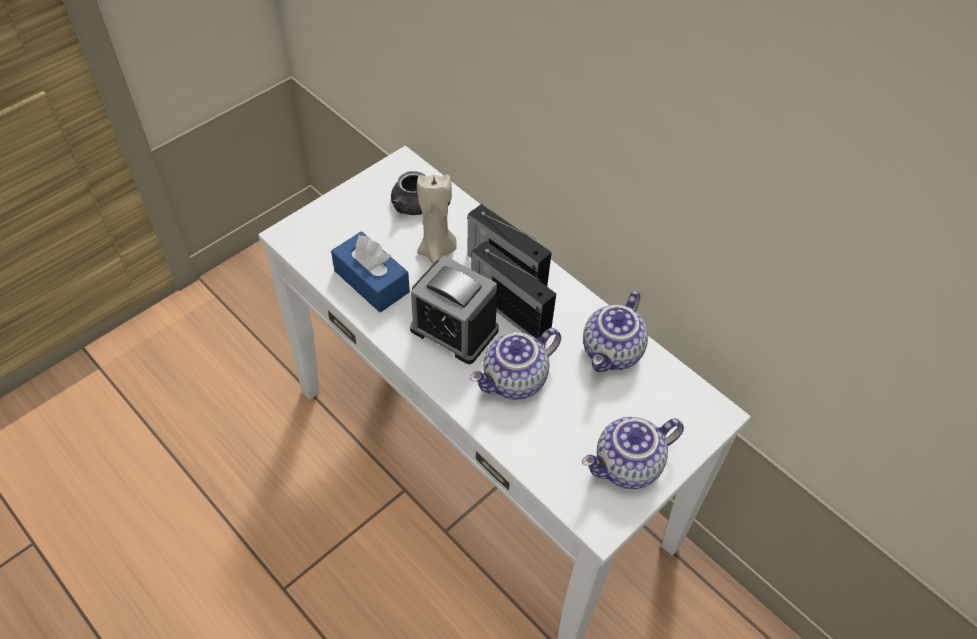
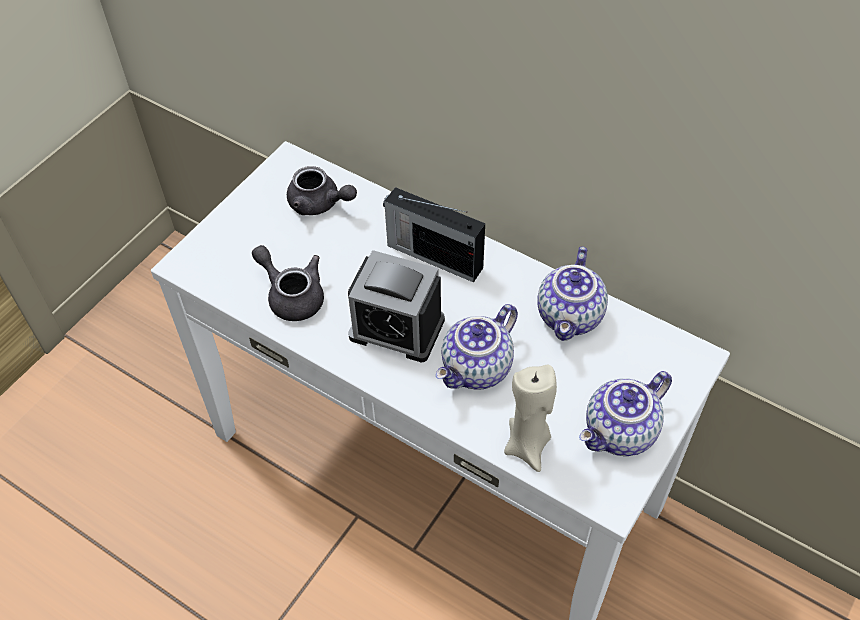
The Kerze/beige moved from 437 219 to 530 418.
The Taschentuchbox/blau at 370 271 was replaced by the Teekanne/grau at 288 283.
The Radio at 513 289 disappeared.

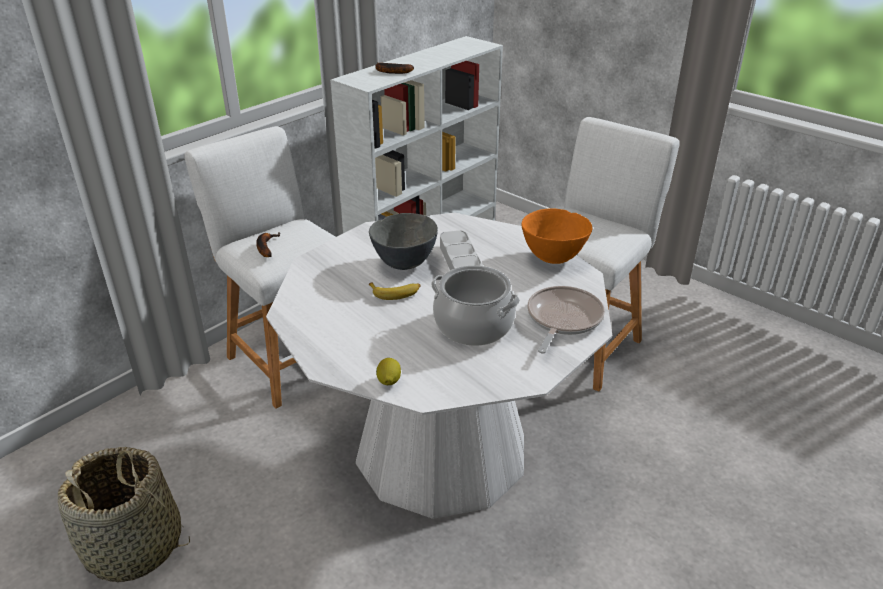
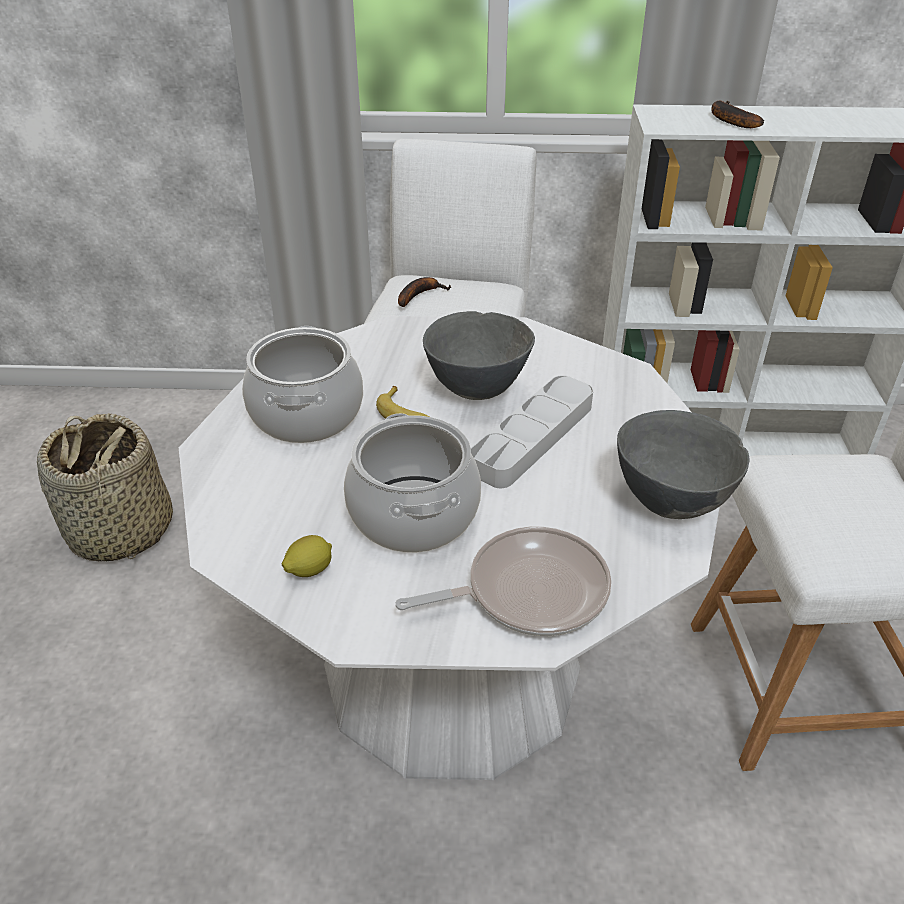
The Schüssel/orange at 557 236 became the Schüssel/grau at 683 464.
The Zitrone moved from 388 371 to 307 556.
The Kochtopf at 302 384 appeared.

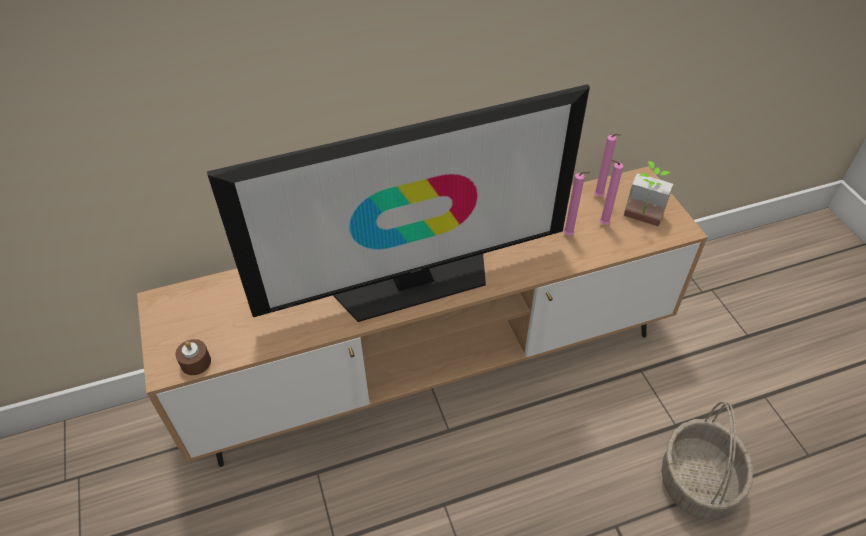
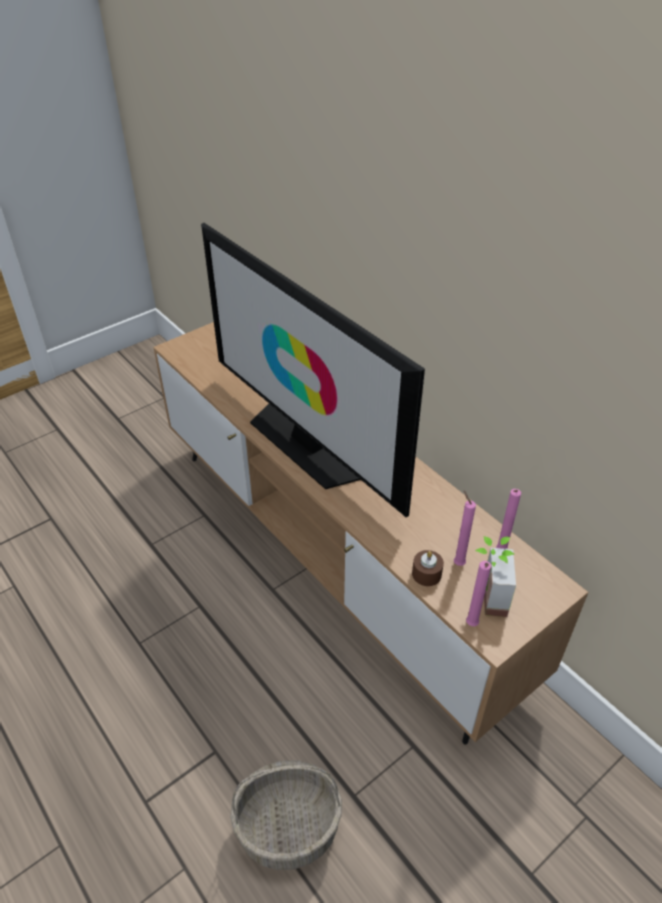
The Kerze/rosa moved from 577 203 to 478 593.
The Kerze/braun moved from 193 357 to 428 568.

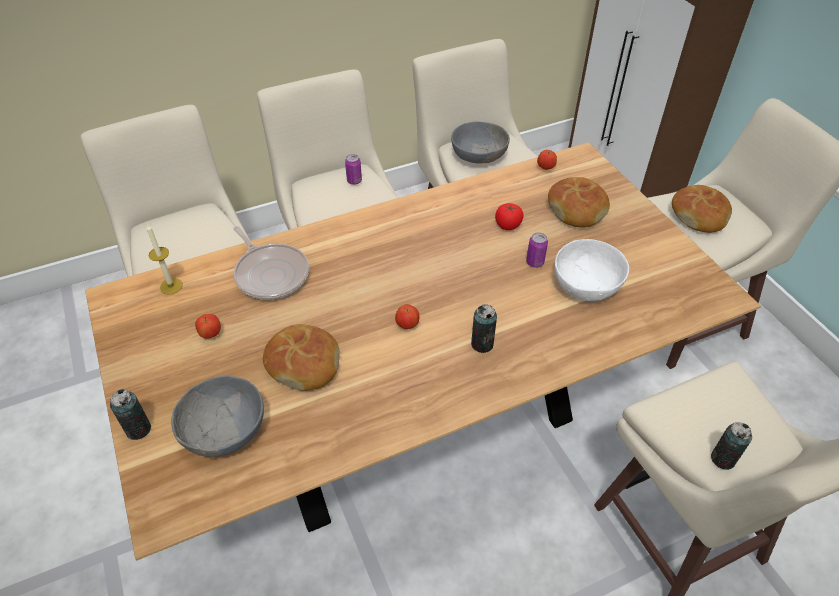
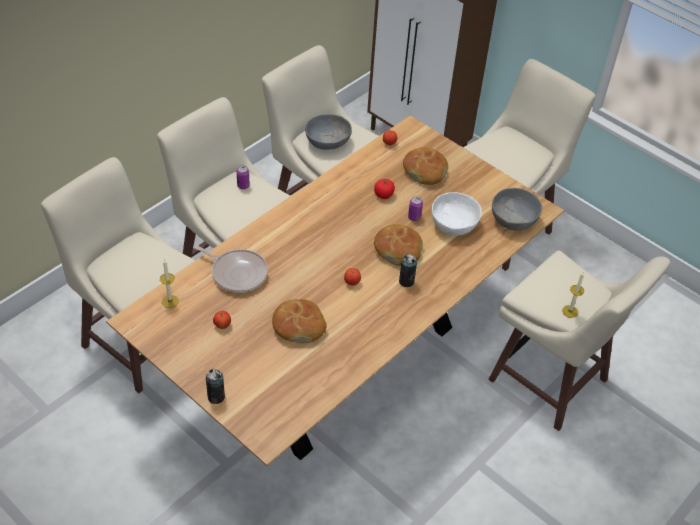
The Brot moved from 702 209 to 398 245.
The Schüssel/grau moved from 217 416 to 517 209.
The Dose at 731 446 was replaced by the Kerze at 573 294.

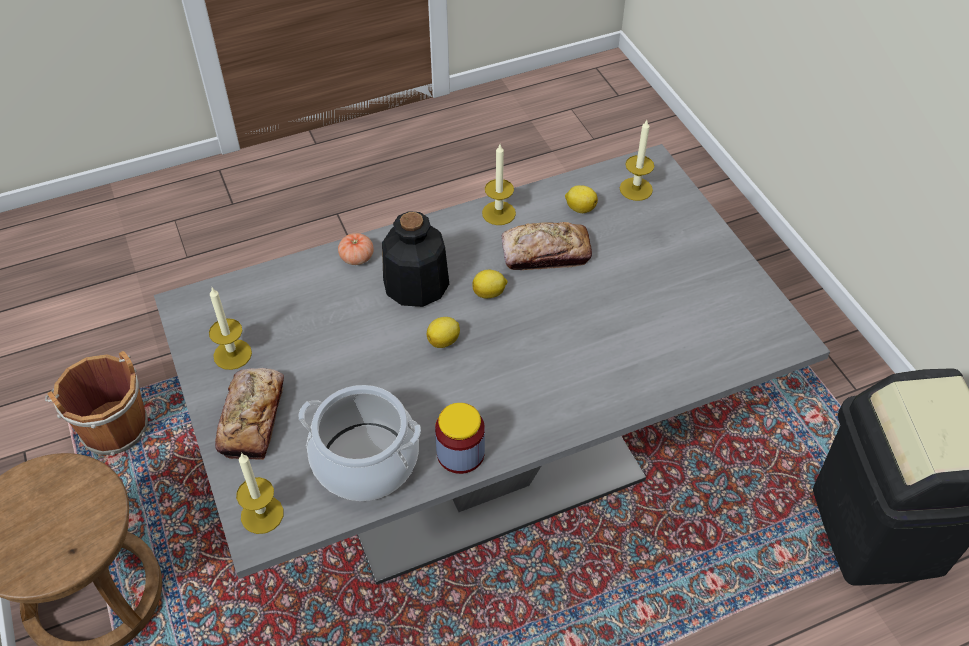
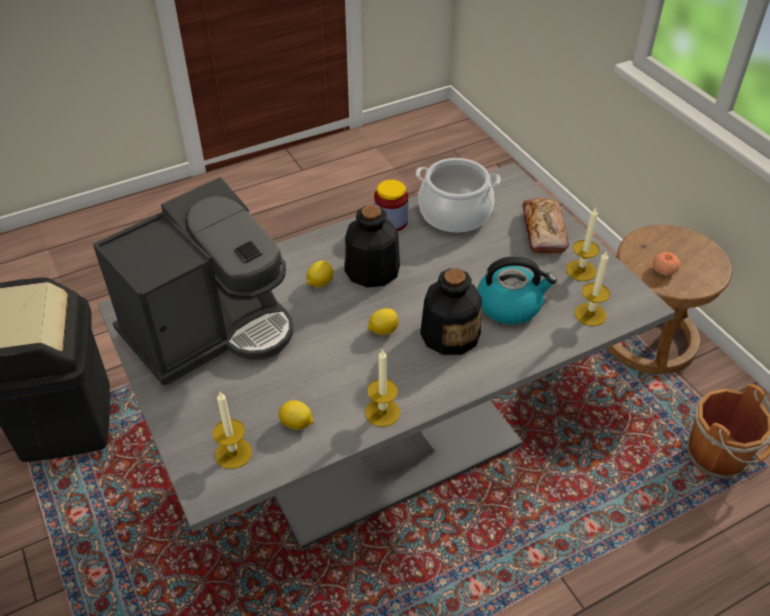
The Brot at 546 246 disappeared.
The Tomate moved from 356 249 to 666 263.
The Zitrone moved from 443 332 to 319 274.
The Kerze moved from 260 493 to 592 288.
The Kaffeemaschine at 193 281 appeared.
The Flasche at 372 246 appeared.
The Wasserkessel at 517 290 appeared.

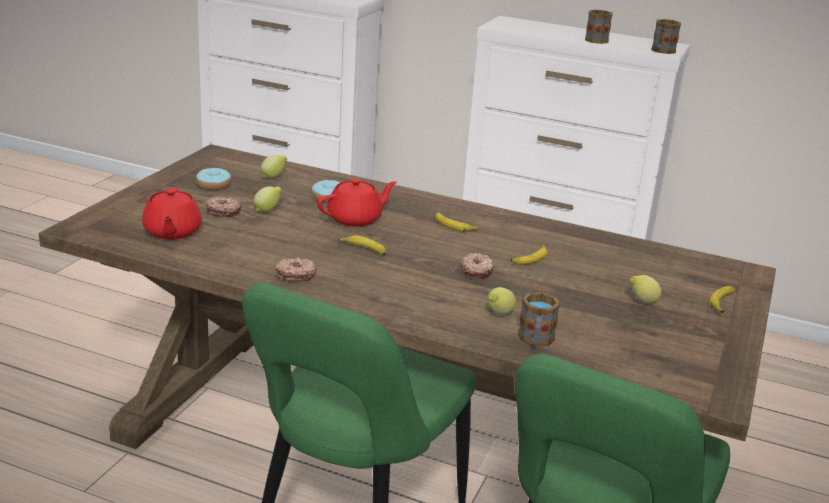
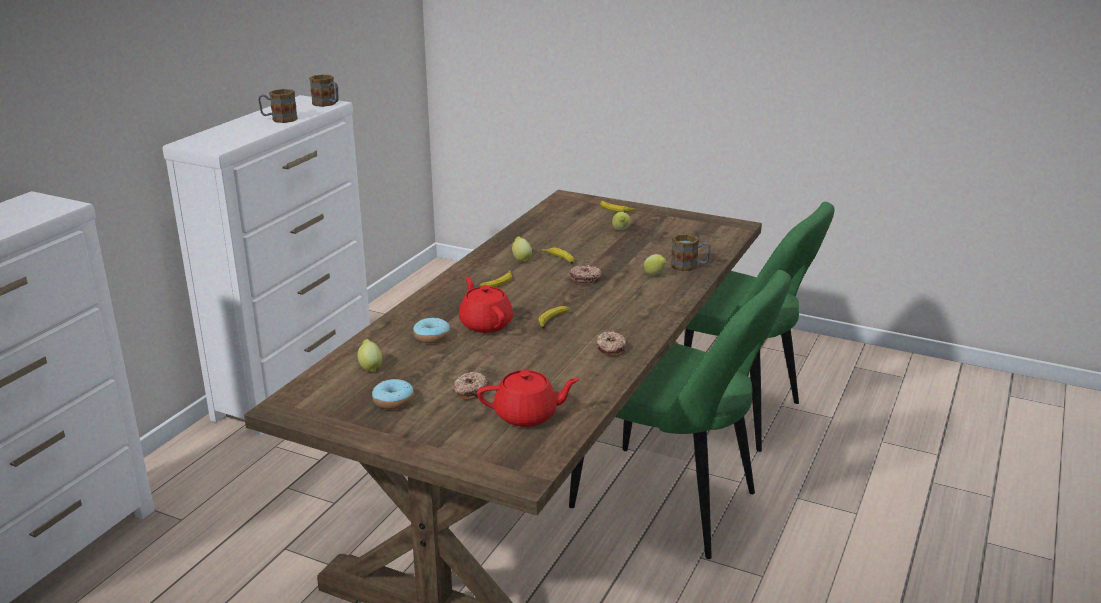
The Zitrone moved from 268 199 to 522 249.

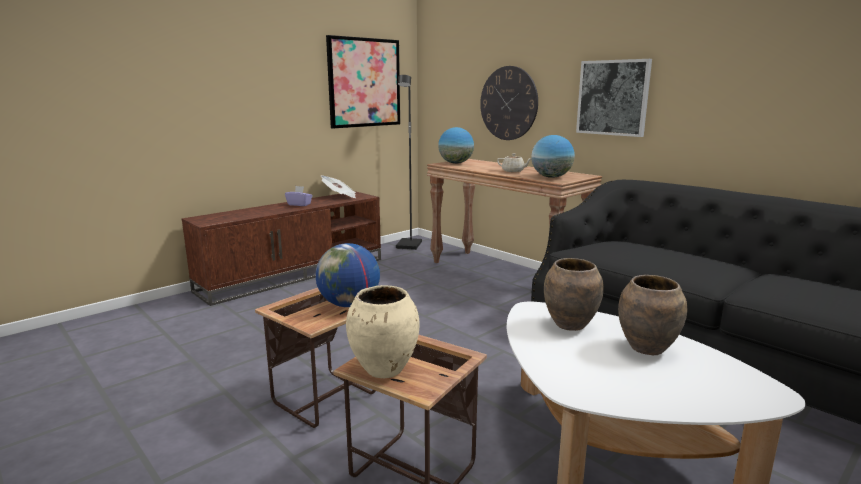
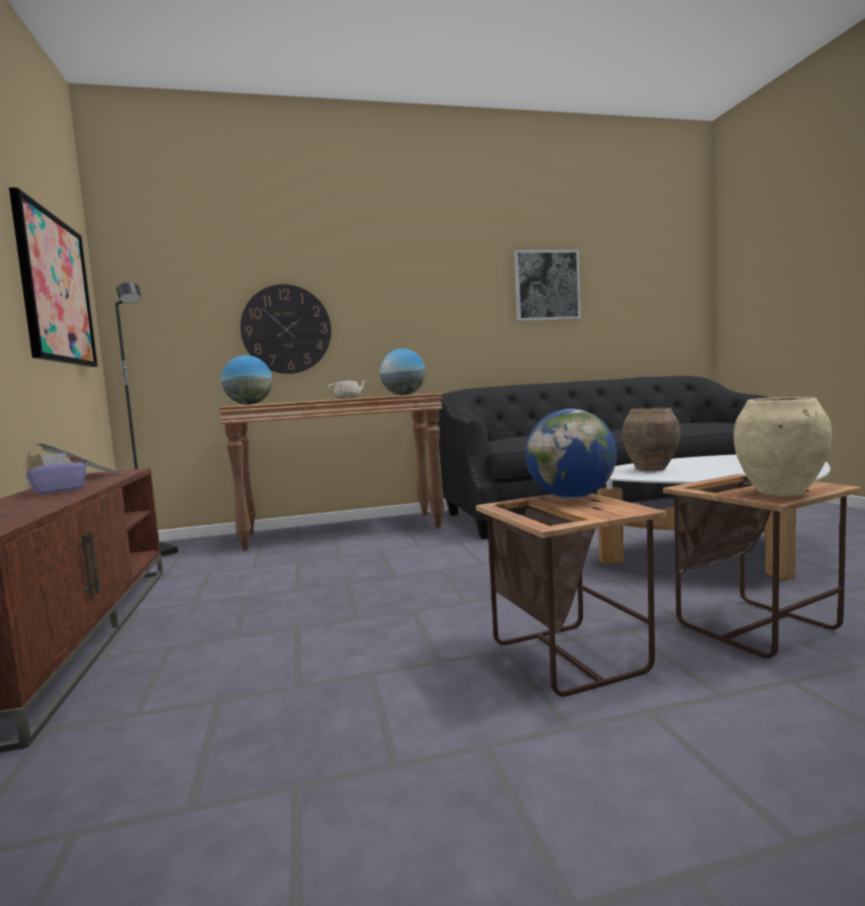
The Bild moved from 614 98 to 547 285.
The Vase/braun at 652 315 disappeared.

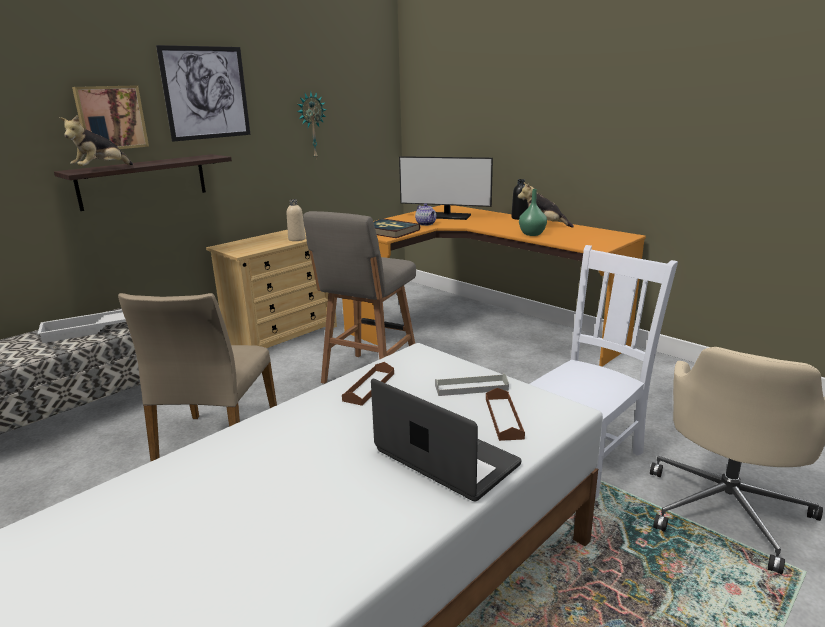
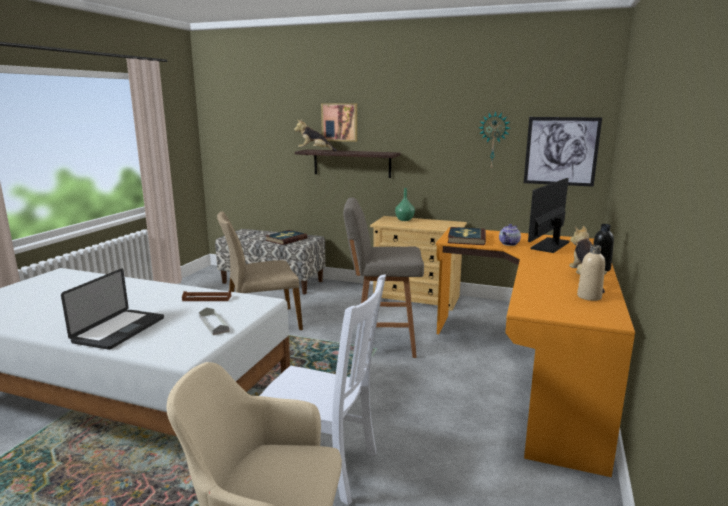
The Bild moved from 203 93 to 563 152.
The Monitor at 446 188 turned 45 degrees clockwise.
The Vase/grün moved from 533 212 to 405 204.
The Flasche/beige moved from 296 220 to 591 273.
The Tablett/weiß at 81 326 was replaced by the Buch at 286 237.
The Tablett/braun at 505 414 disappeared.

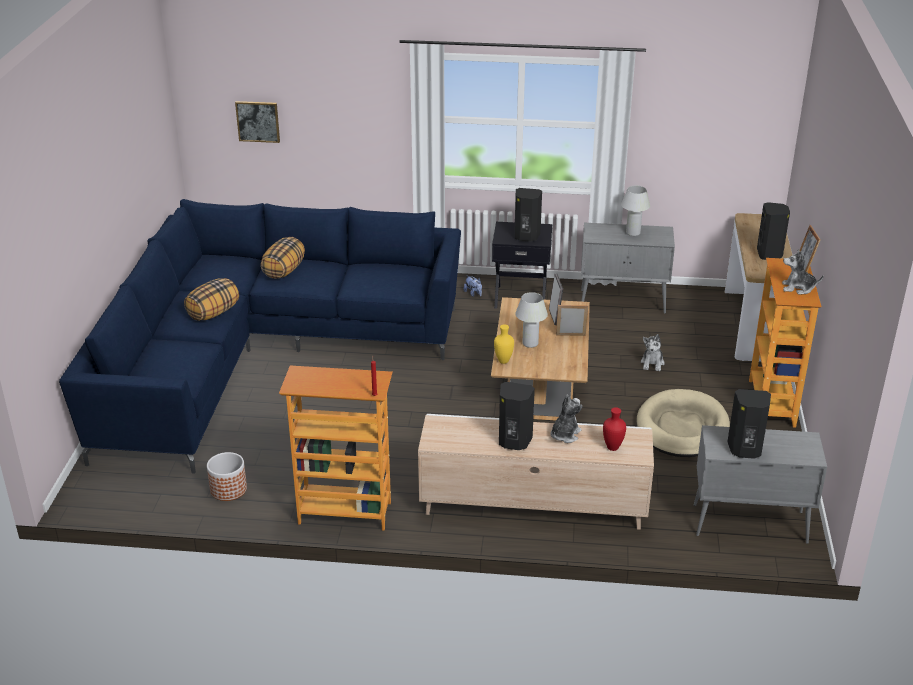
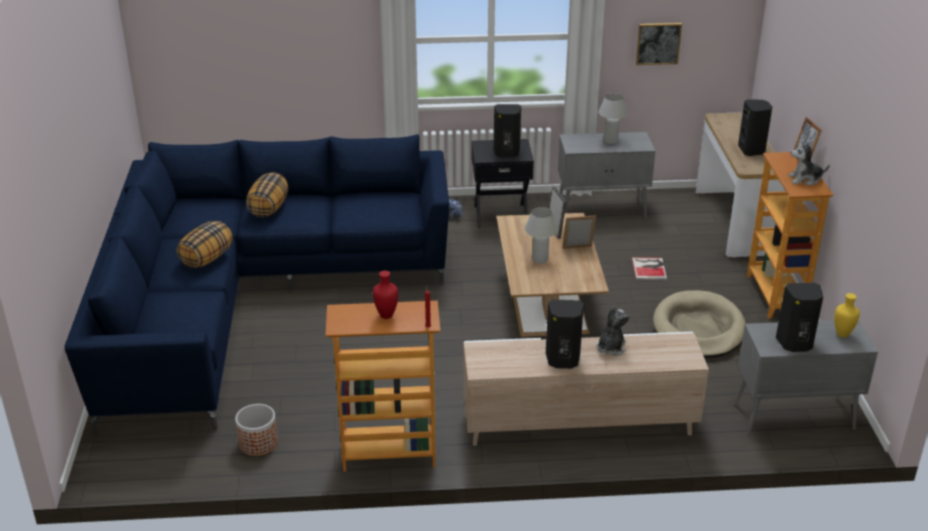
The Bild moved from 257 122 to 659 44.
The Vase/gelb moved from 504 344 to 847 315.
The Plüschtier at 653 352 was replaced by the Buch at 649 268.
The Vase/rot moved from 614 429 to 385 295.

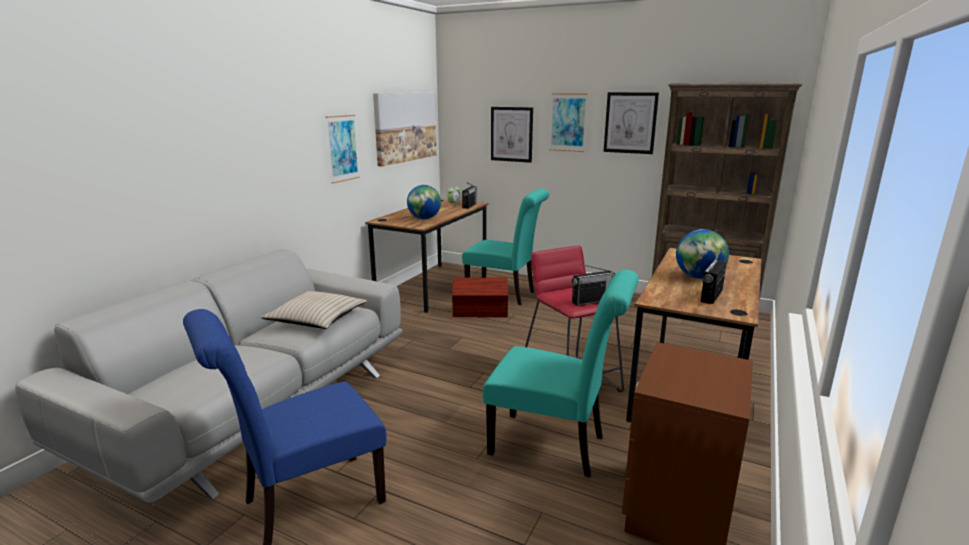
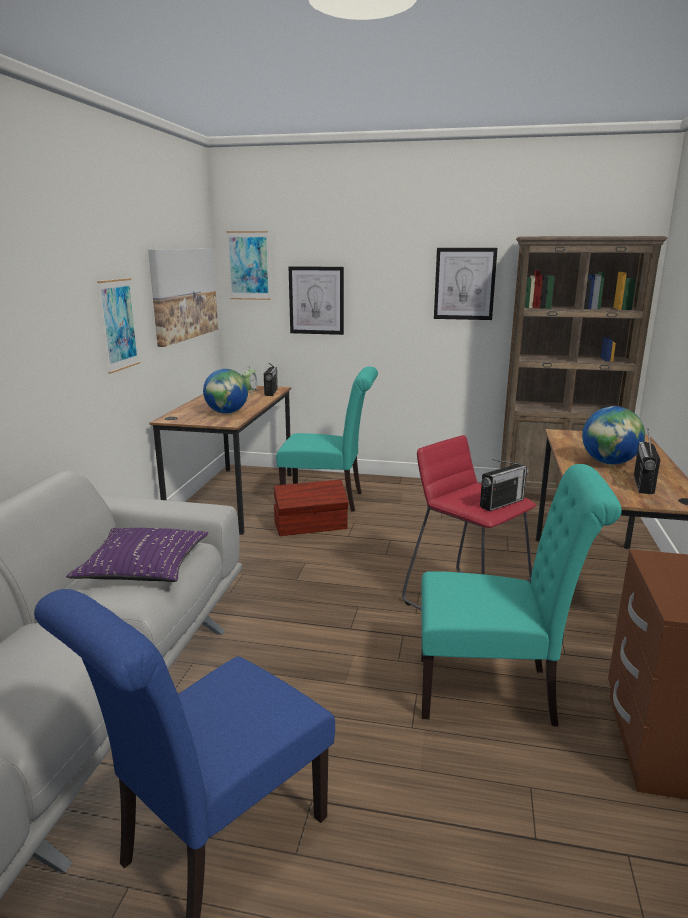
The Bild moved from 569 122 to 248 265.
The Kissen/beige at 314 310 became the Kissen/lila at 137 555.

